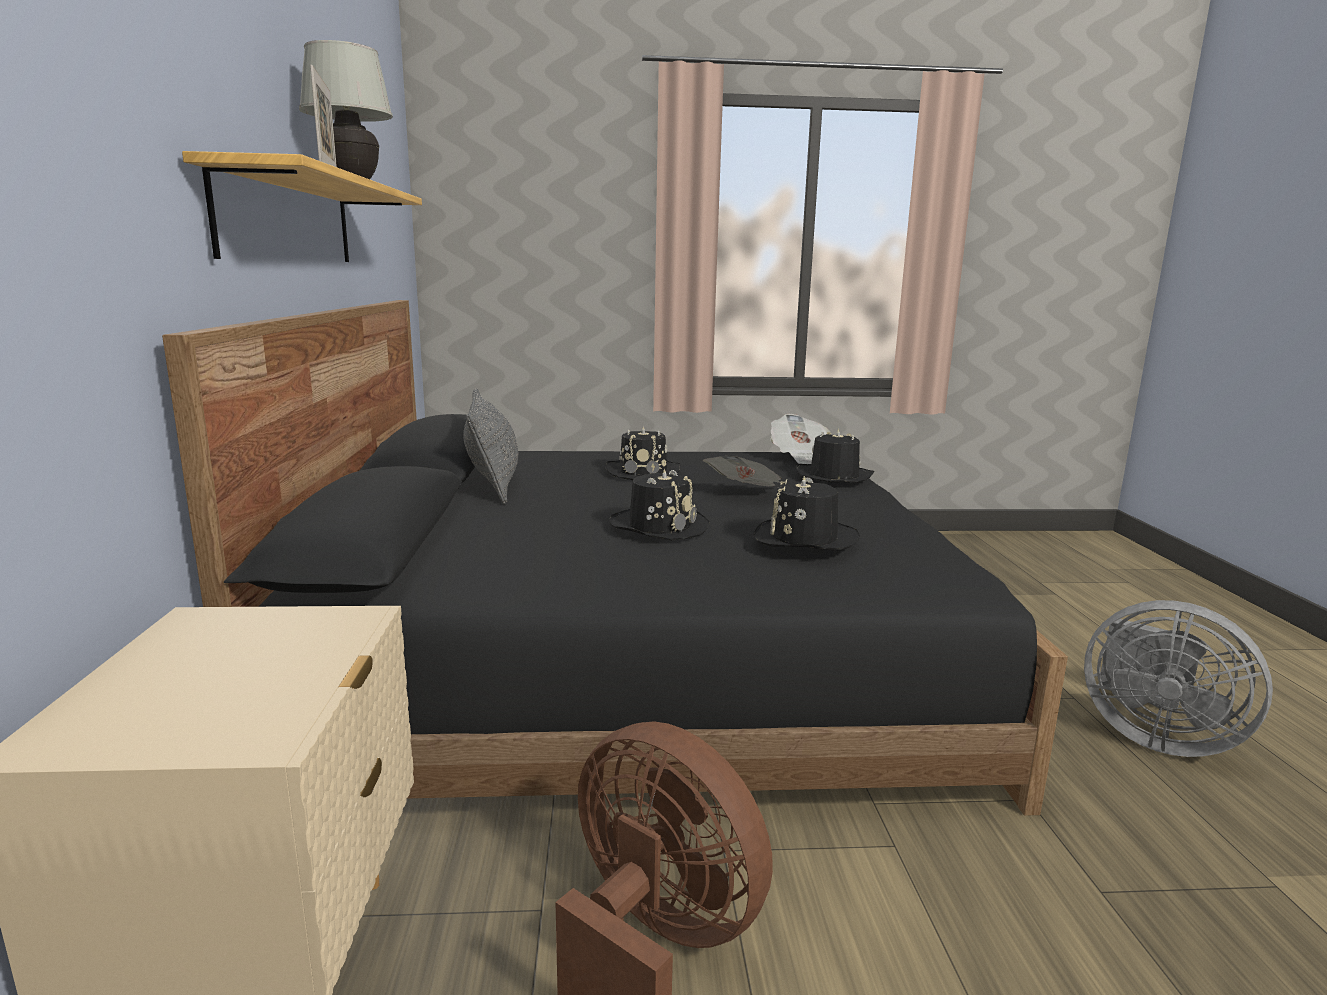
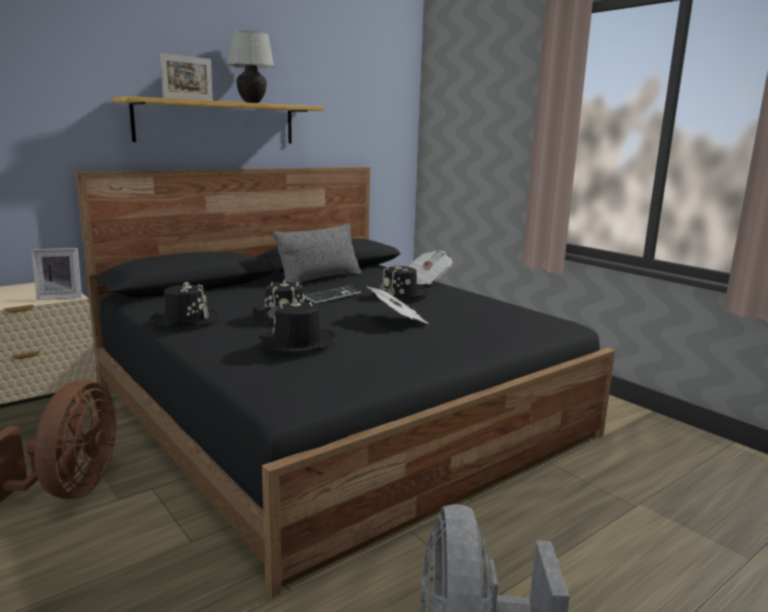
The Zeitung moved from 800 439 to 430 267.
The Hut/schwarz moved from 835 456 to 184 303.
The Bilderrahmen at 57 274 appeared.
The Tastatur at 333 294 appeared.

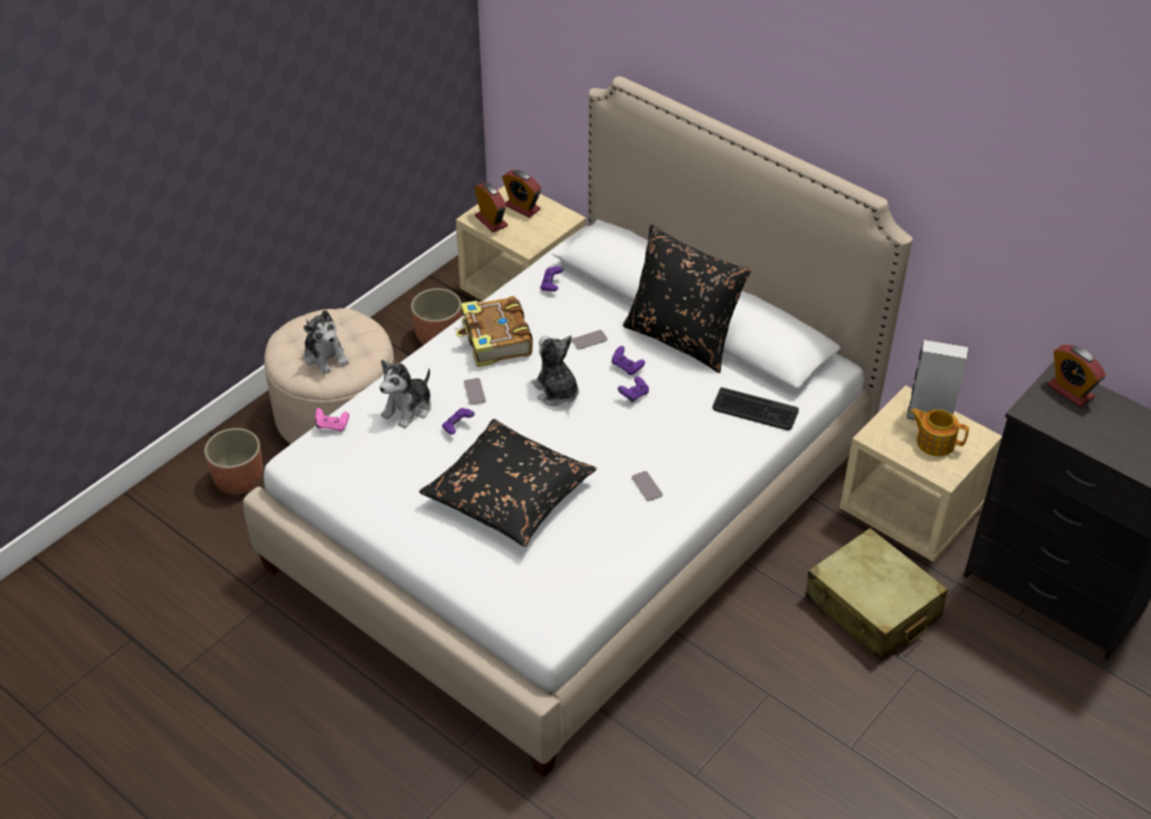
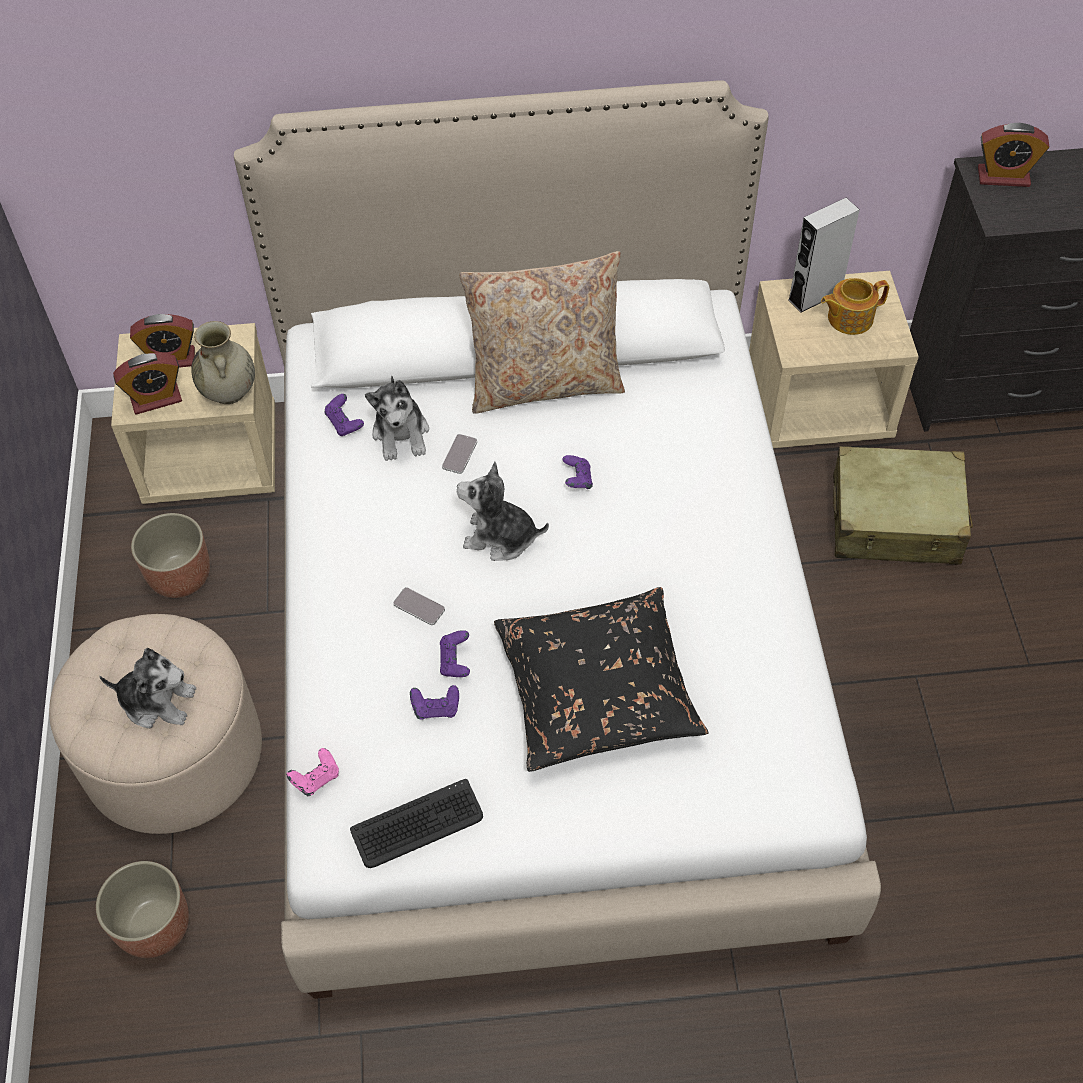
The Wecker at 491 207 turned 150 degrees clockwise.
The Kissen/schwarz at 687 299 became the Kissen/beige at 542 332.
The Buch at 494 331 disappeared.
The Gamepad/lila moved from 628 360 to 434 702.
The Plüschtier moved from 405 394 to 397 418.
The Tastatur moved from 756 408 to 416 823.
The Handy at 647 486 disappeared.
The Vase/beige at 223 362 appeared.

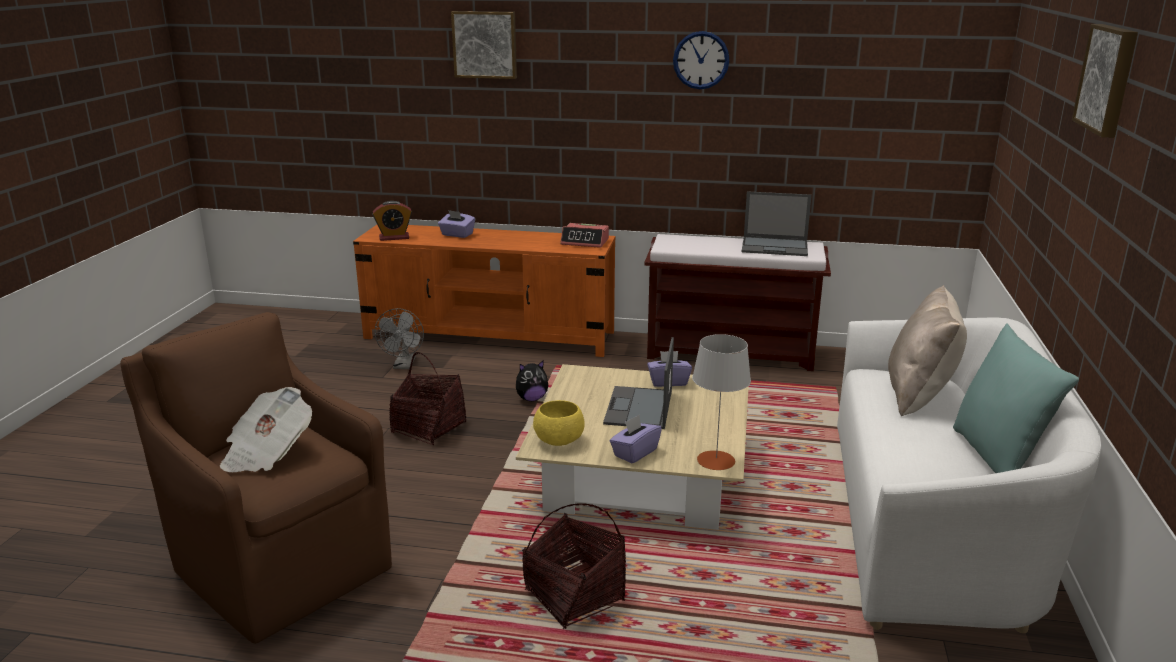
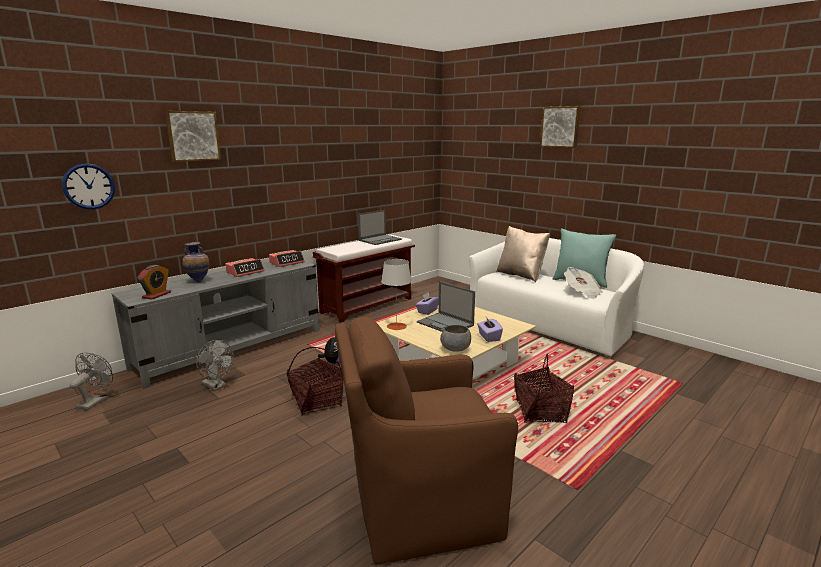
The Wanduhr moved from 701 60 to 88 186.
The Taschentuchbox/lila at 456 224 was replaced by the Vase at 195 262.
The Fernsehschrank/orange at 484 291 became the Fernsehschrank/grau at 216 325.
The Tischlampe/grau moved from 721 402 to 396 294.
The Zeitung moved from 266 429 to 583 283.
The Schüssel/gelb at 559 423 became the Schüssel/grau at 455 338.
The Wecker at 245 267 appeared.
The Ventilator/grau at 91 381 appeared.

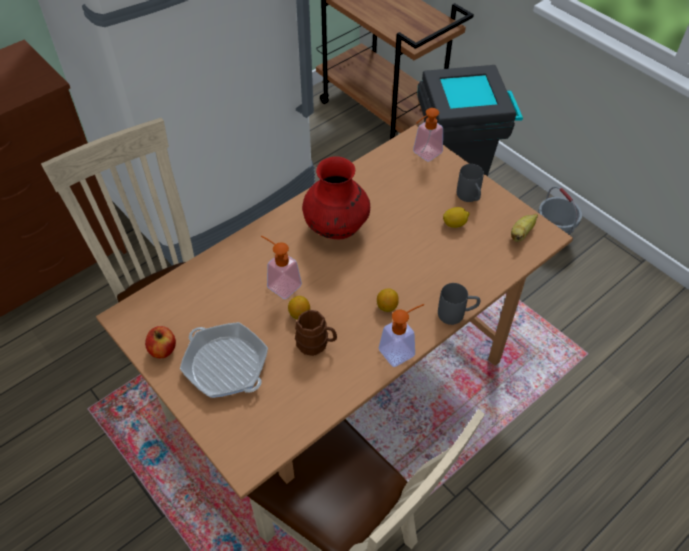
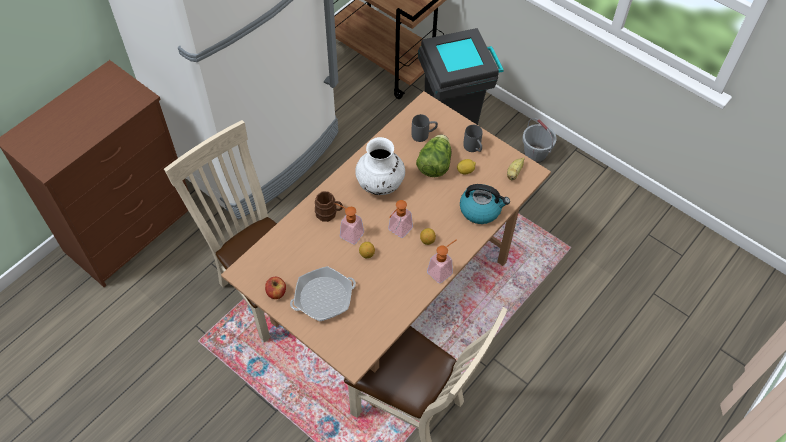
The Seifenspender moved from 428 134 to 400 219.
The Vase/rot at 336 197 became the Vase/weiß at 380 166.
The Henkelbecher/grau moved from 459 304 to 424 128.
The Henkelbecher/braun moved from 316 333 to 329 206.
The Pfanne at 224 360 turned 60 degrees counterclockwise.
The Salatkopf at 433 155 appeared.
The Wasserkessel at 485 204 appeared.

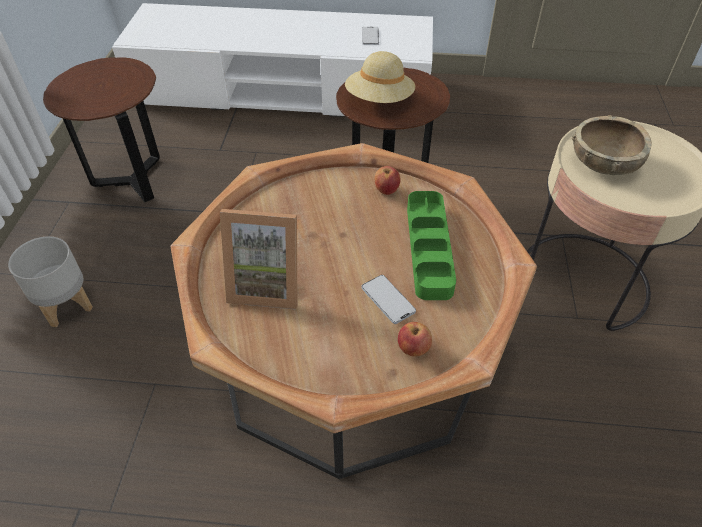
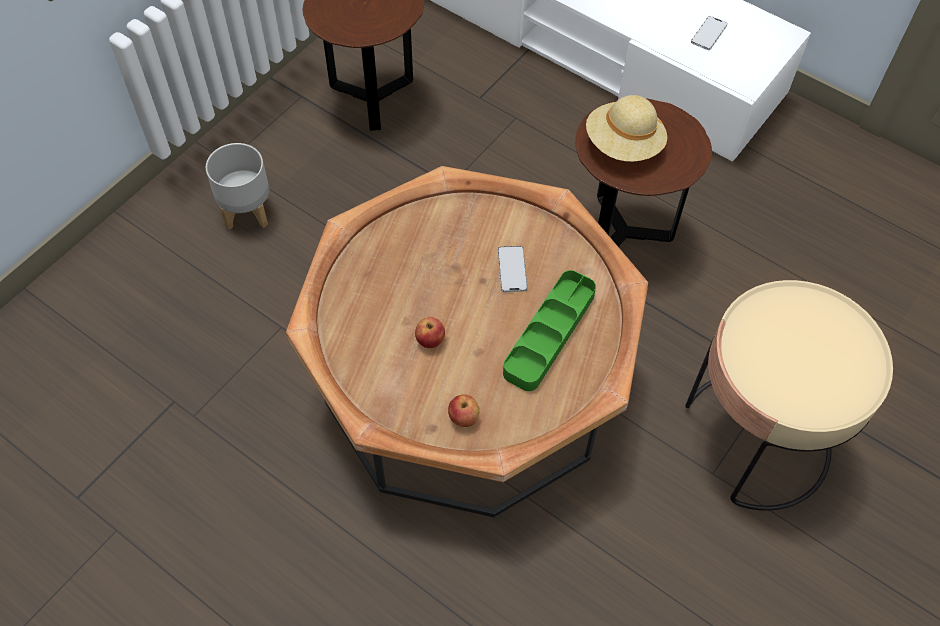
The Schüssel/braun at 612 145 disappeared.
The Apfel moved from 387 180 to 430 332.
The Bilderrahmen at 259 259 disappeared.
The Handy moved from 389 299 to 512 269.

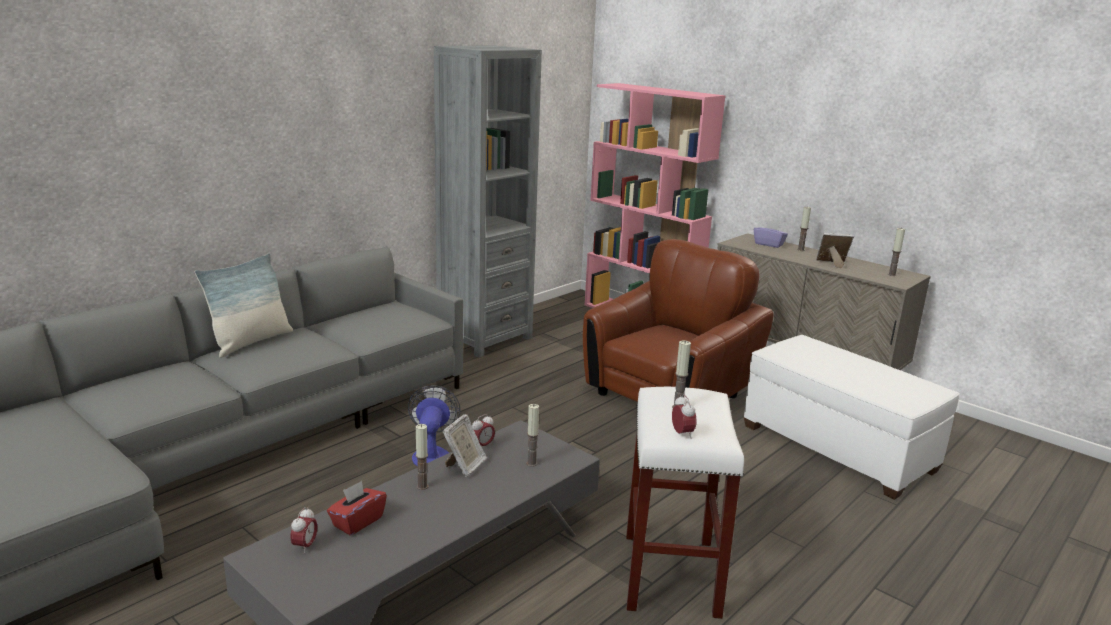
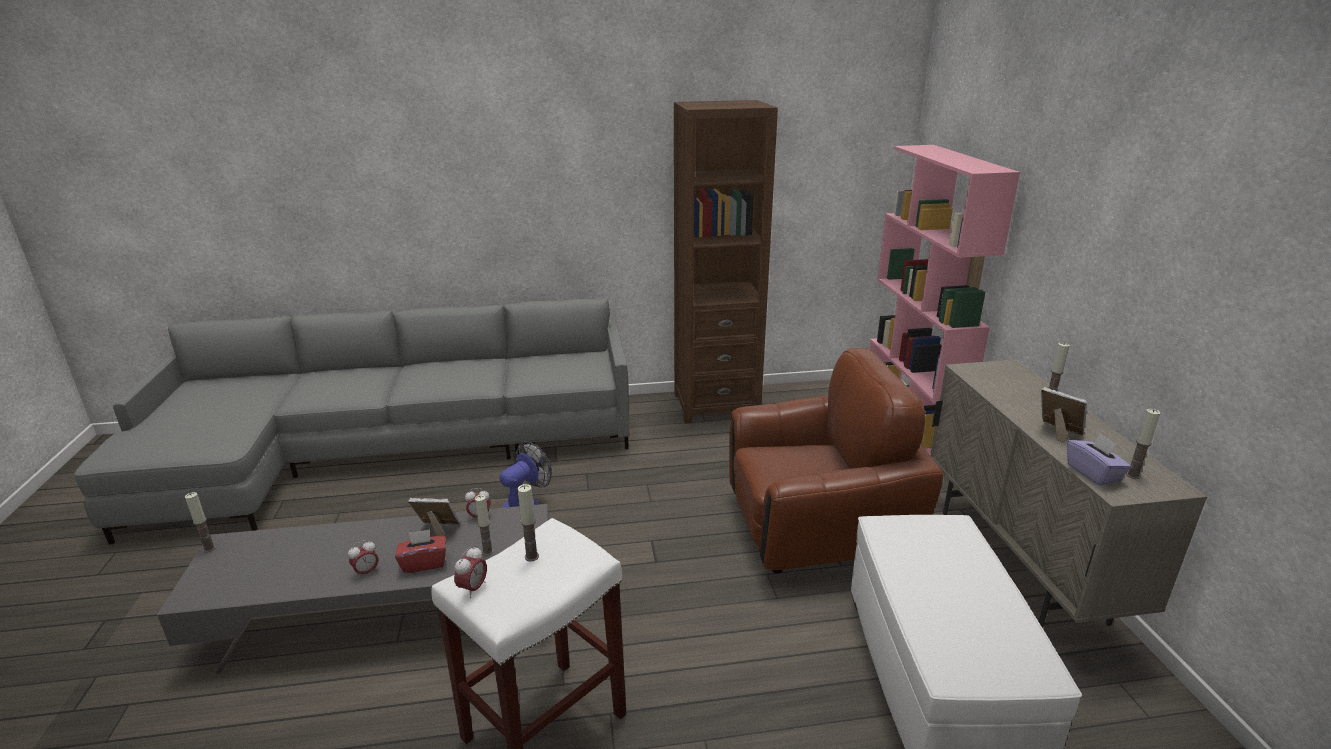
The Bücherregal/grau at 488 202 became the Bücherregal/braun at 726 262.
The Taschentuchbox/lila moved from 771 234 to 1099 459.
The Kissen at 244 305 disappeared.
The Bilderrahmen at 465 445 turned 150 degrees counterclockwise.
The Kerze moved from 422 457 to 200 522.
The Taschentuchbox/rot moved from 357 508 to 420 551.
The Wecker moved from 303 530 to 363 559.

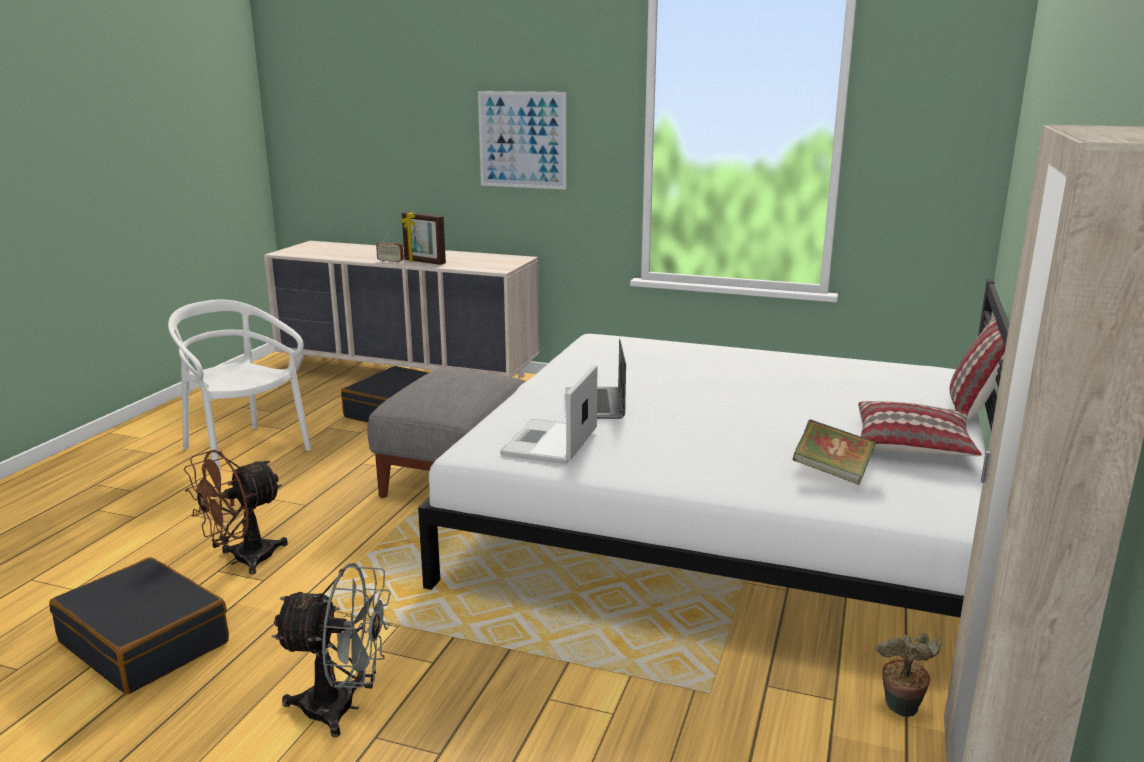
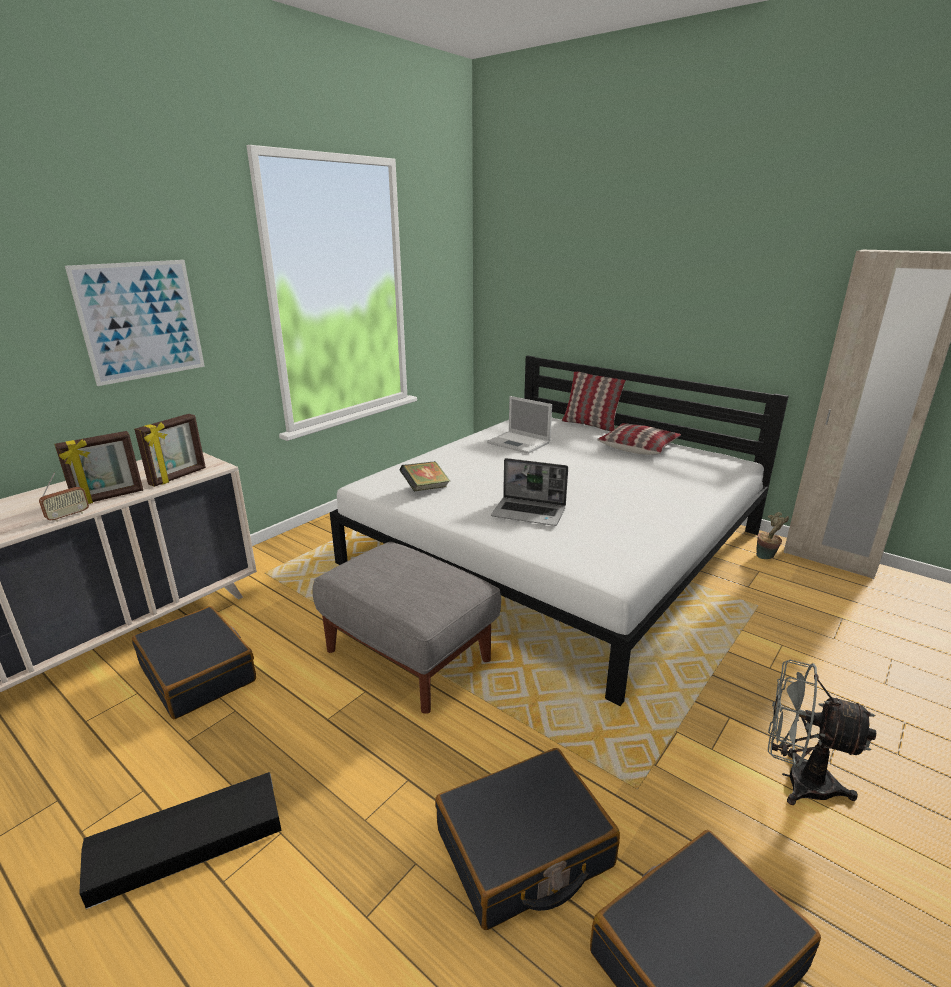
The Stuhl/weiß at 239 389 was replaced by the Aufbewahrungsbox/schwarz at 180 840.
The Laptop moved from 548 414 to 519 425.
The Buch moved from 834 452 to 425 476.
The Ventilator/braun at 236 512 was replaced by the Koffer/schwarz at 527 839.
The Ventilator/grau at 331 650 turned 90 degrees counterclockwise.
The Bilderrahmen at 170 450 appeared.

